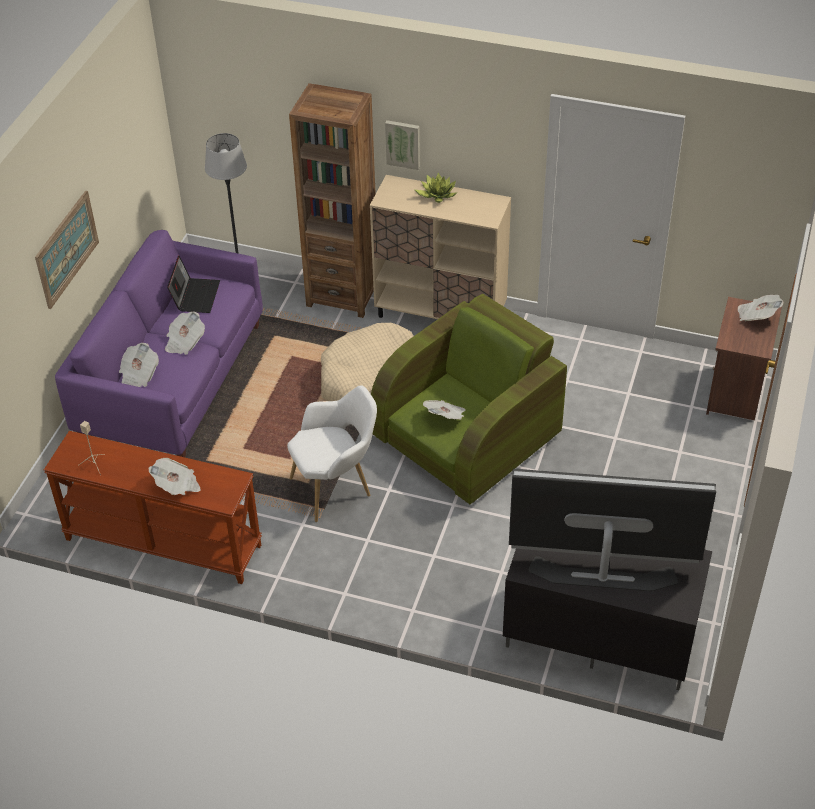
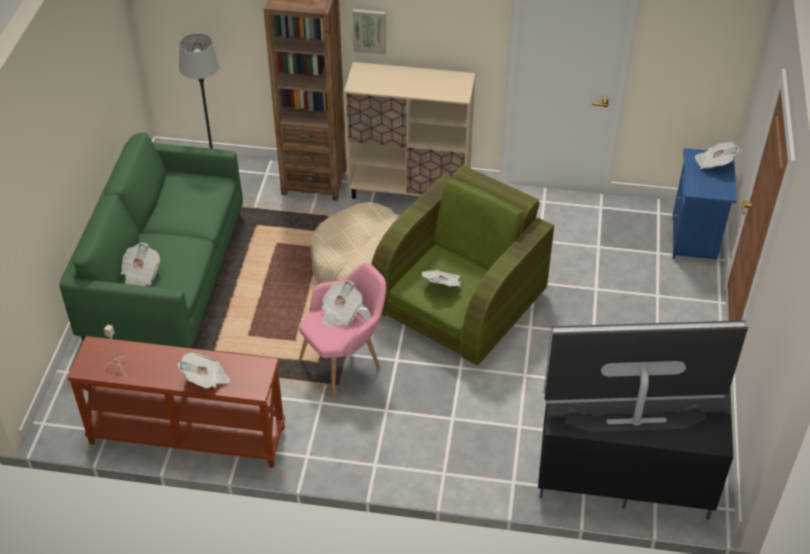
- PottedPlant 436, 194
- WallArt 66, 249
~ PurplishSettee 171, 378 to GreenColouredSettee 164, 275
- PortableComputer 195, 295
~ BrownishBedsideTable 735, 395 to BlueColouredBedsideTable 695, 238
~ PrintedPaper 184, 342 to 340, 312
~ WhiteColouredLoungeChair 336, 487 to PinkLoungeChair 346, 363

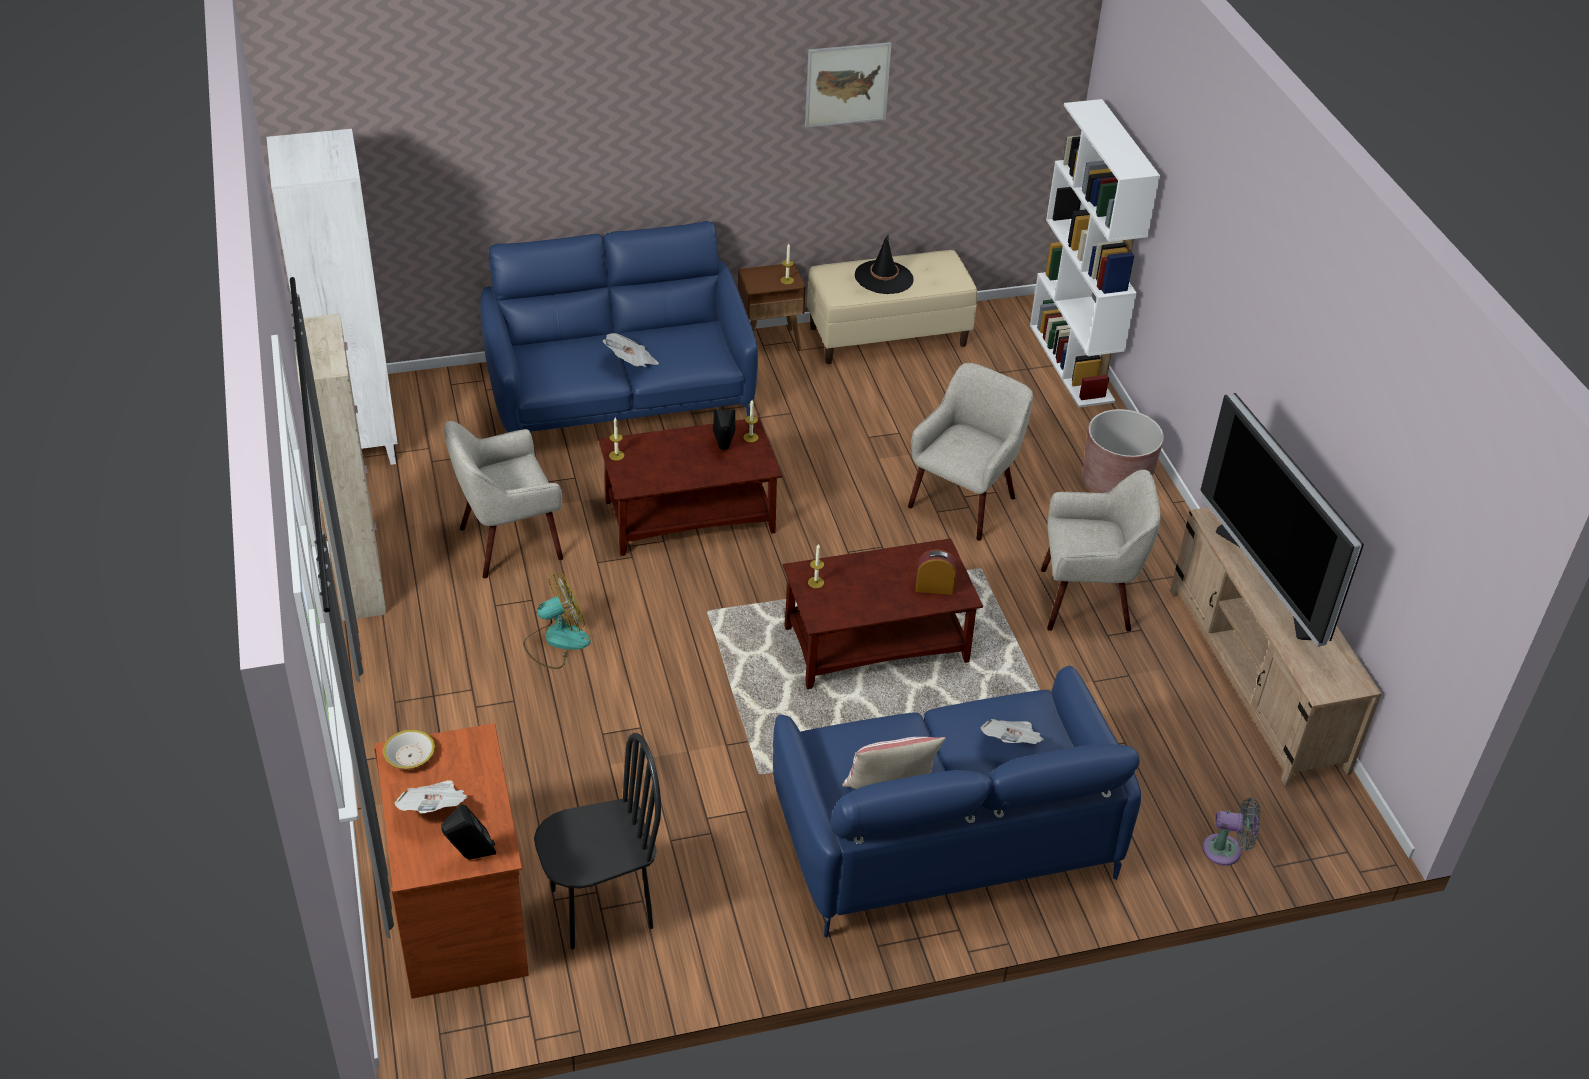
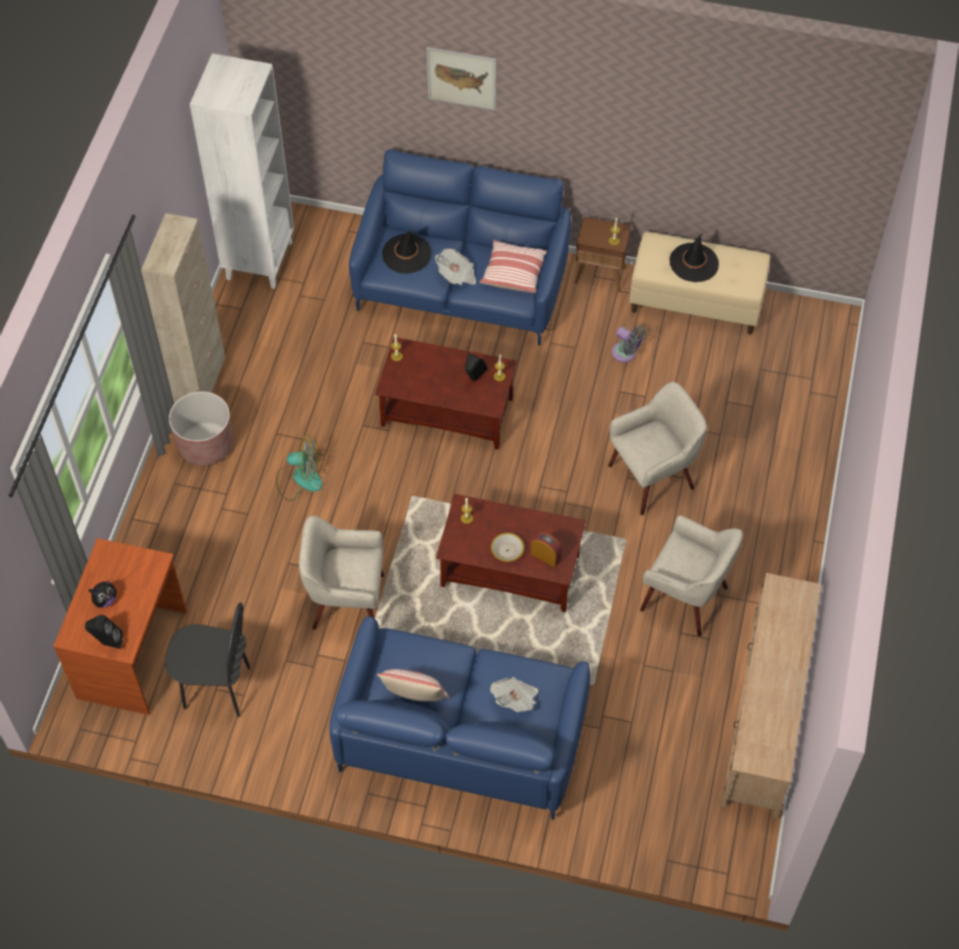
~ WallArt 847, 84 to 462, 78
- WhiteColouredShelvingUnit 1072, 363
- Tv 1269, 580
~ BrownishPlanter 1115, 483 to 206, 446
~ SandColouredLoungeChair 509, 542 to 347, 602
~ ServingBowl 410, 756 to 507, 550
~ PrintedPaper 434, 809 to CuddlyToy 105, 600
~ GrayCoolingFan 1226, 850 to 626, 354
+ BlackClothingHat 406, 254
+ ThrowPillow 513, 273

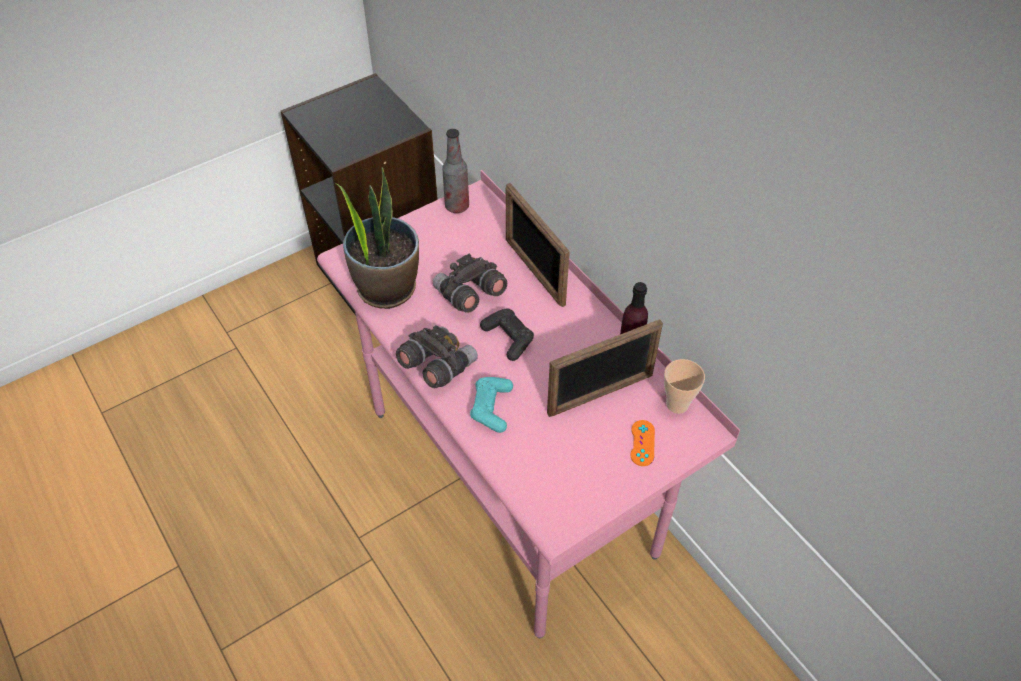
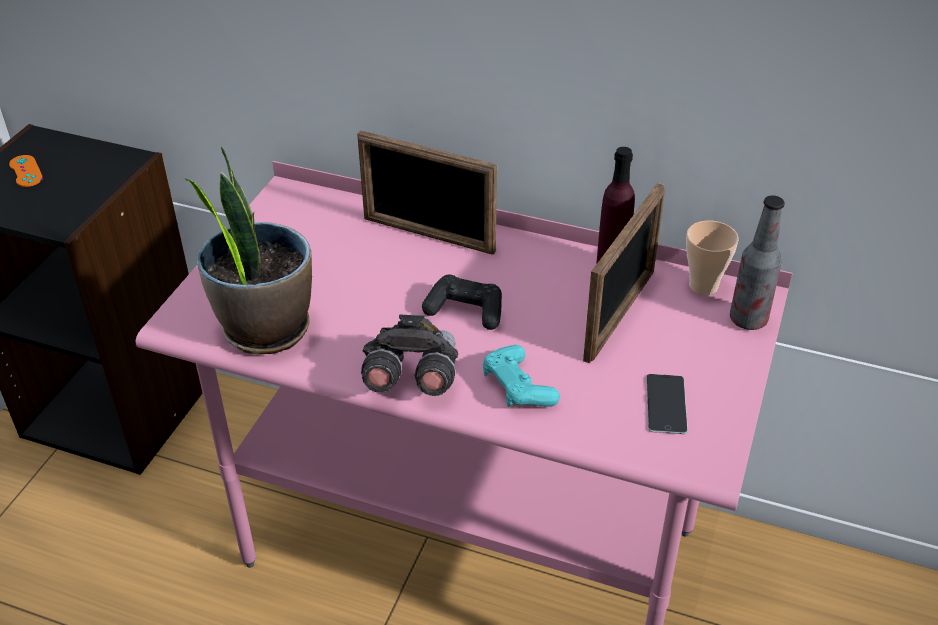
~ BeverageBottle 457, 206 to 748, 320
- GrayFieldGlasses 469, 295
~ OrangeColouredGamepad 642, 443 to 26, 171
+ Phone 666, 404

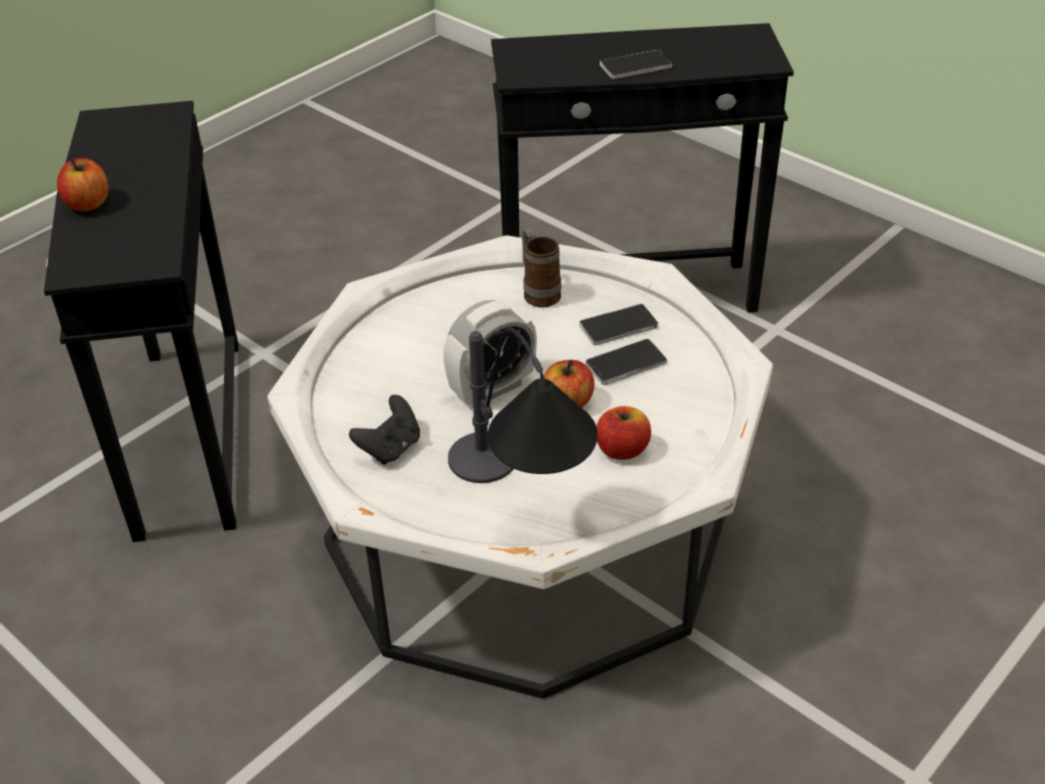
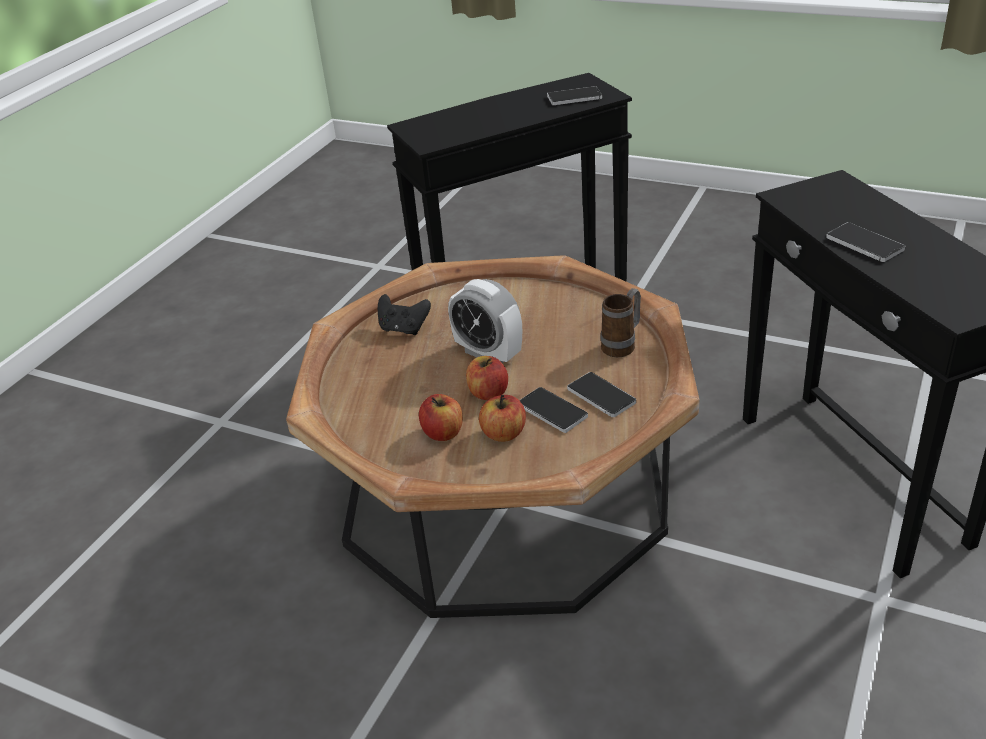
~ AppleFruit 88, 204 to 504, 433
~ WhiteColouredLoungeTable 526, 531 to BrownishLoungeTable 504, 493
- TabletopLamp 520, 501
+ Phone 574, 97

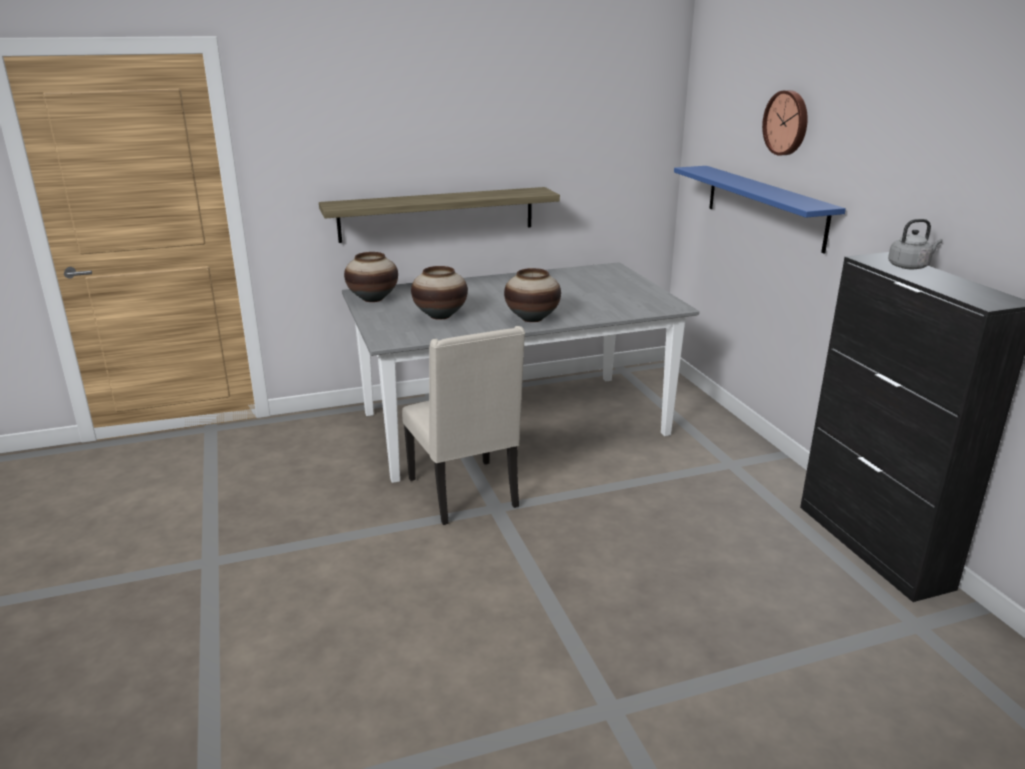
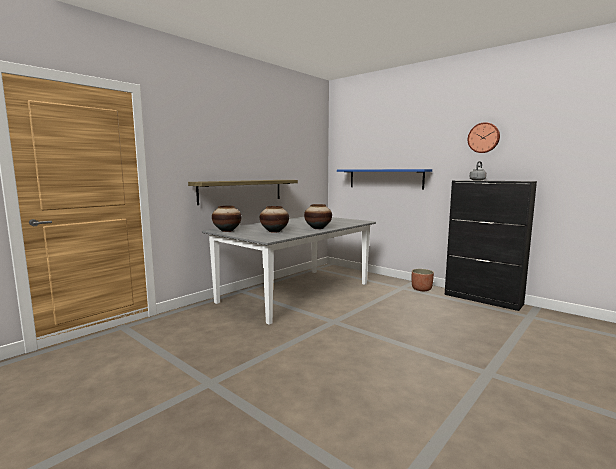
~ HangingClock 787, 123 to 483, 138
- SandColouredChair 465, 493
+ Planter 421, 289

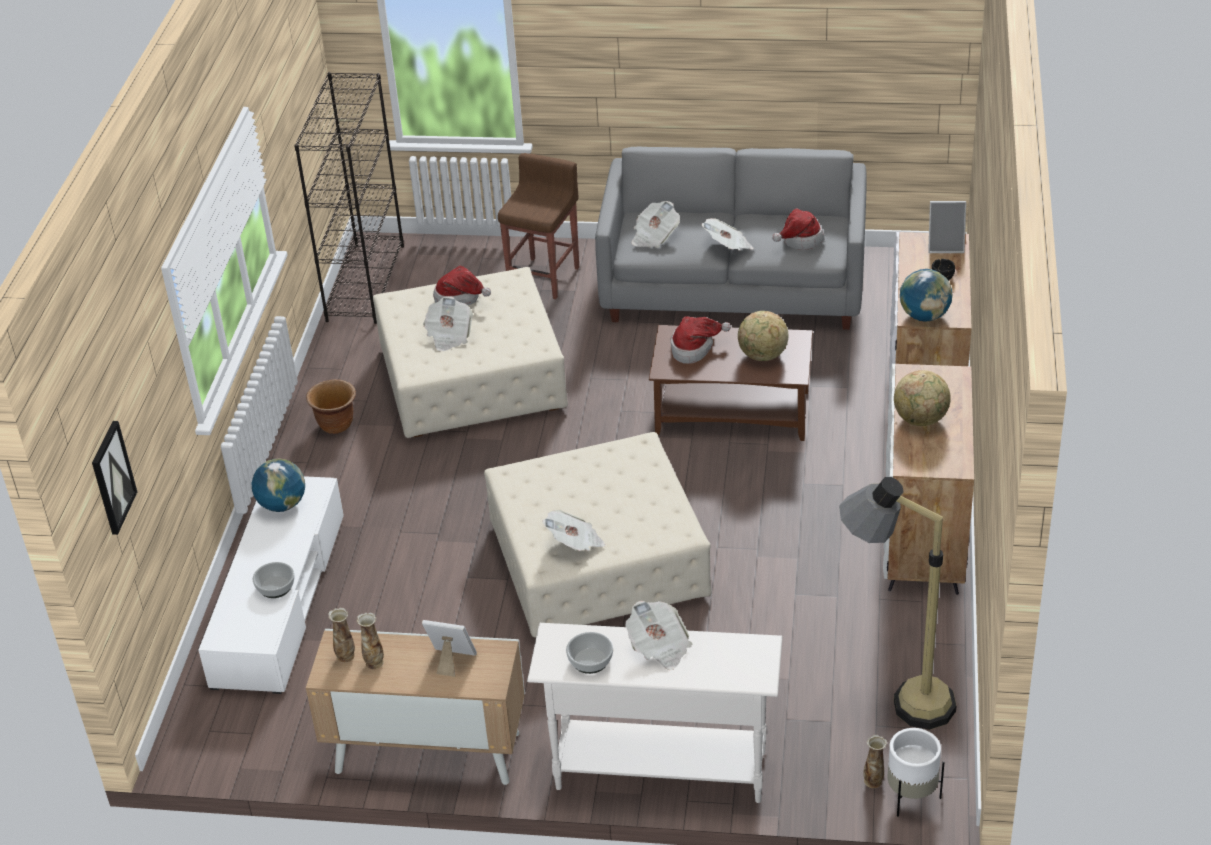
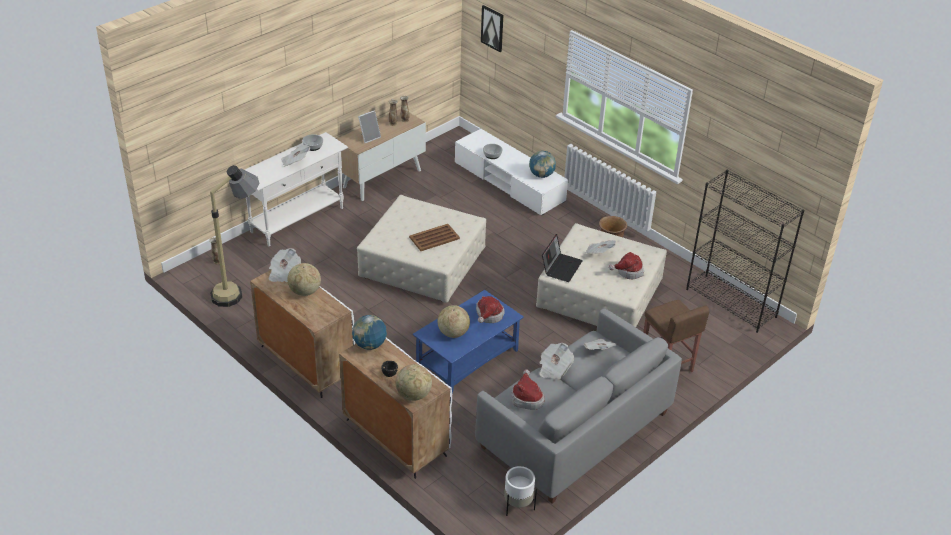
~ PictureFrame 946, 246 to Globe 413, 395
~ BrownishLoungeTable 733, 412 to BlueColouredLoungeTable 467, 360
~ PrintedPaper 575, 543 to 284, 273
~ WhiteColouredPlanter 911, 797 to 518, 506
+ BrownishCarryingTray 434, 238
+ PortableComputer 561, 267

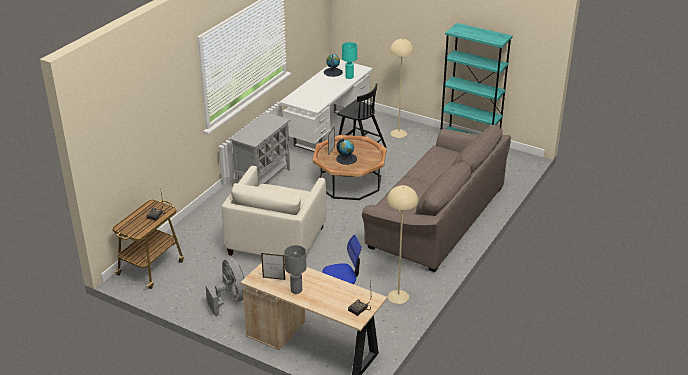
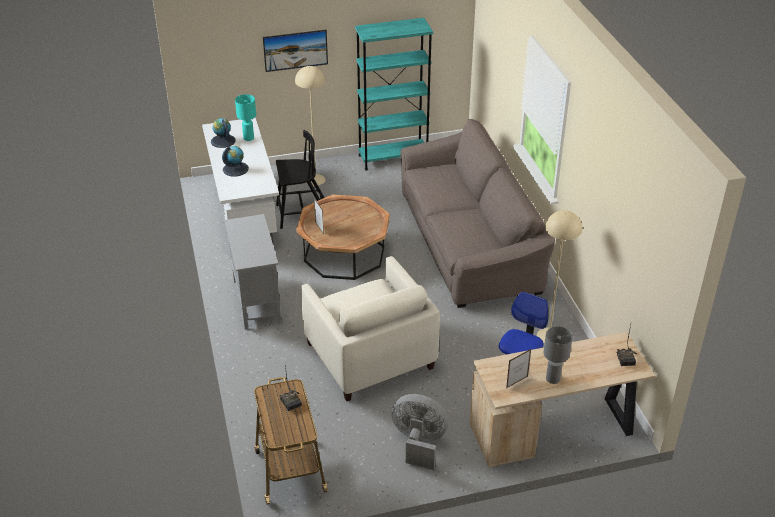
~ Globe 346, 159 to 235, 169
+ WallArt 296, 59

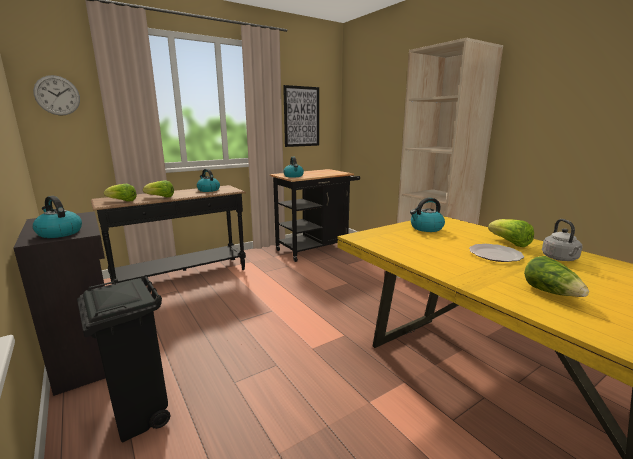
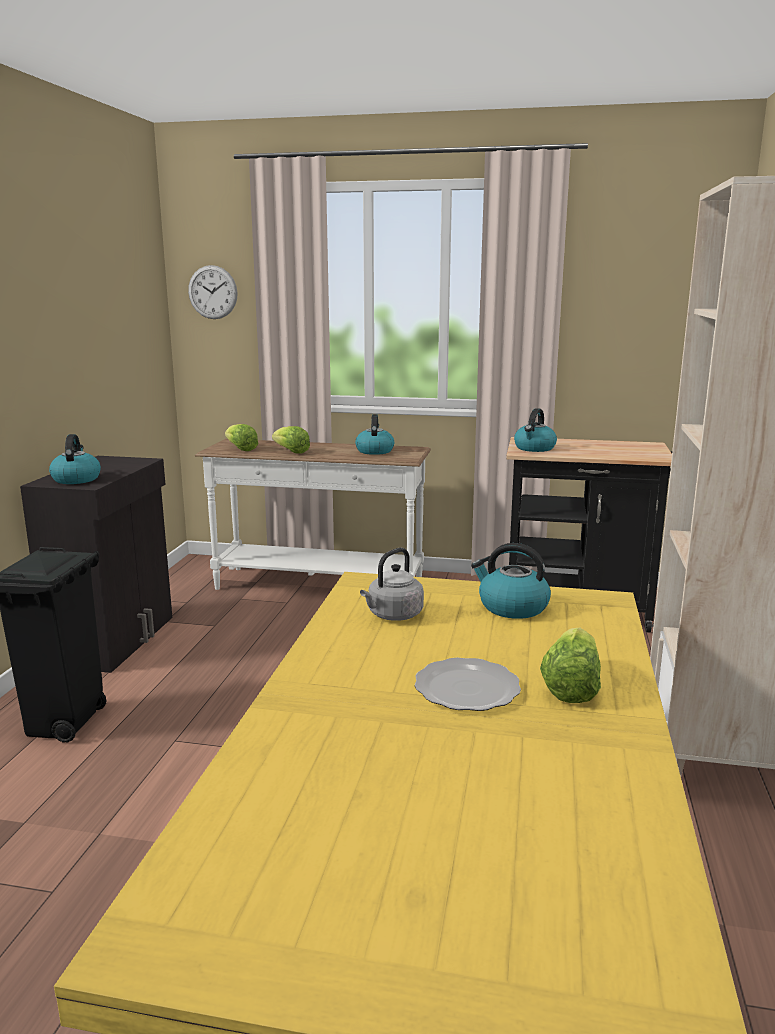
- WallArt 301, 116
~ BlackHallTable 182, 277 to WhiteColouredHallTable 318, 586
~ GrayTeaKettle 560, 259 to 393, 615
- Lettuce 551, 293

